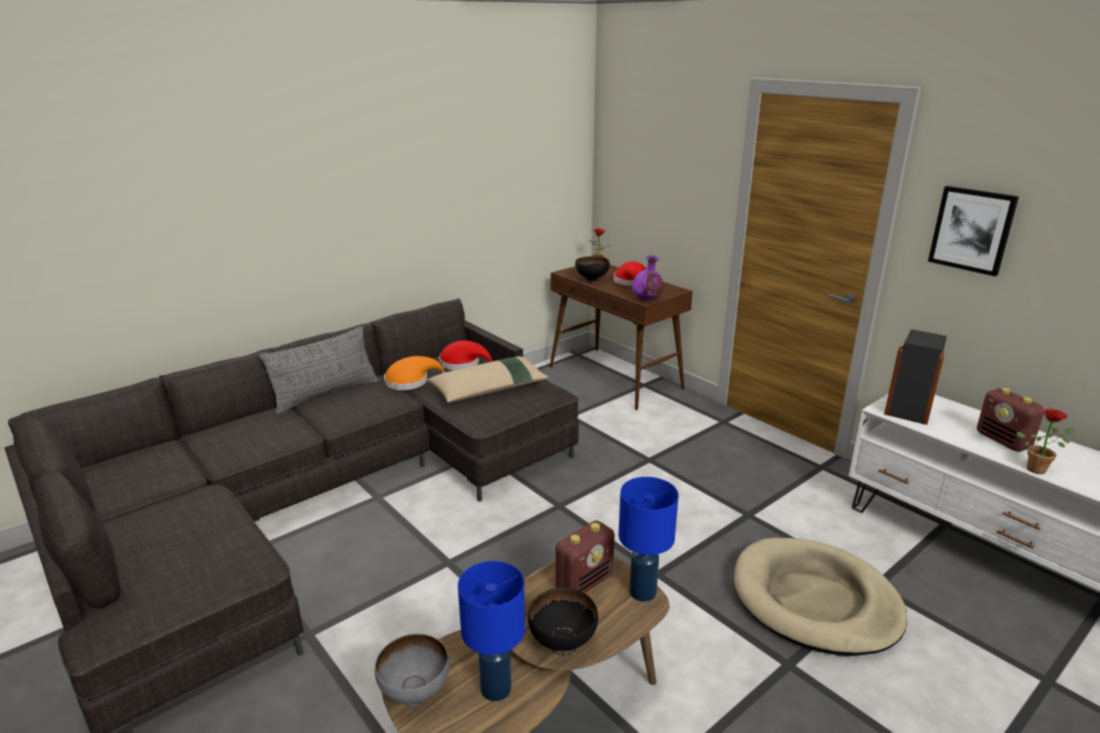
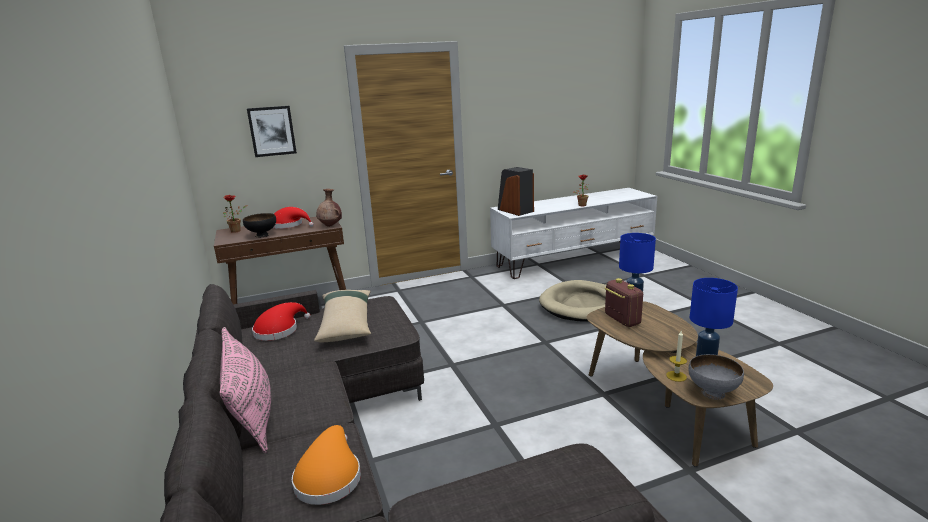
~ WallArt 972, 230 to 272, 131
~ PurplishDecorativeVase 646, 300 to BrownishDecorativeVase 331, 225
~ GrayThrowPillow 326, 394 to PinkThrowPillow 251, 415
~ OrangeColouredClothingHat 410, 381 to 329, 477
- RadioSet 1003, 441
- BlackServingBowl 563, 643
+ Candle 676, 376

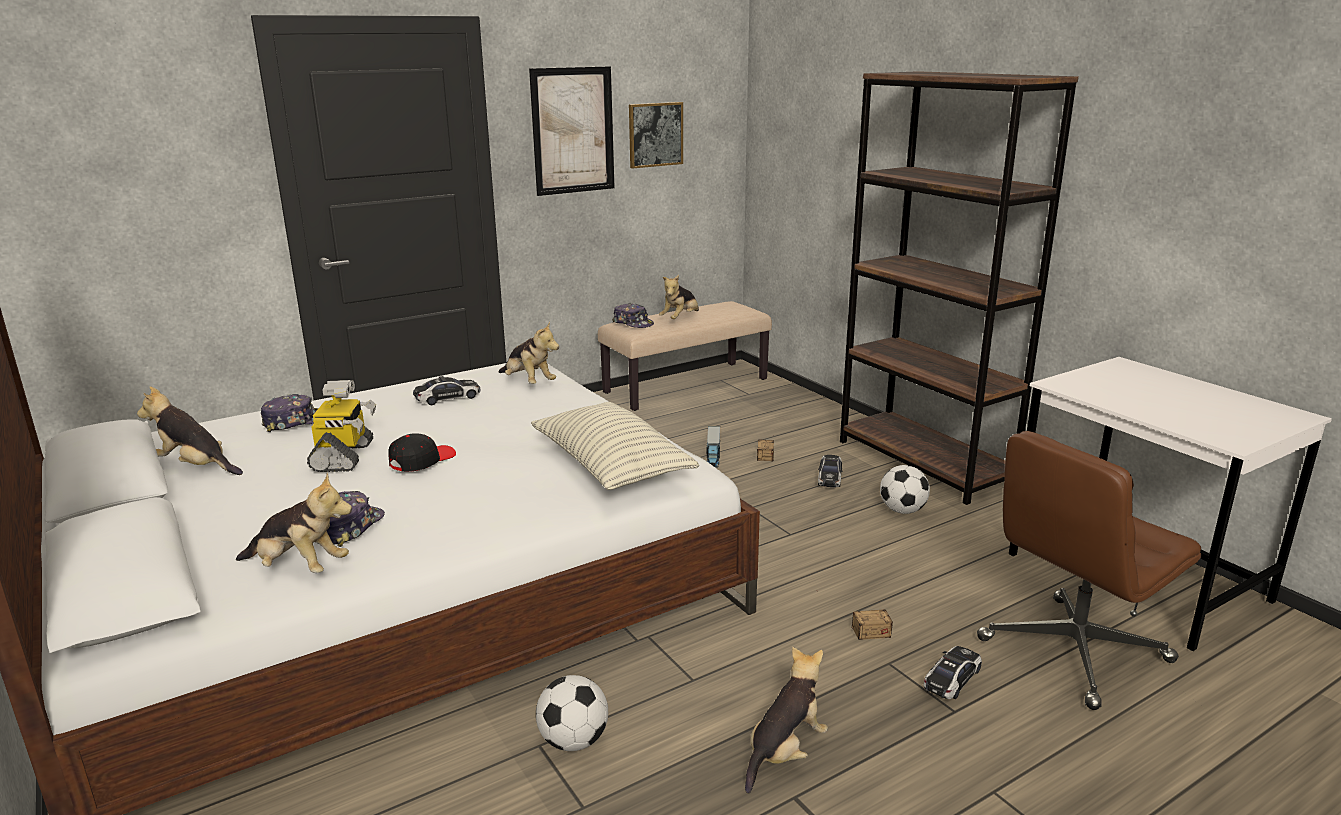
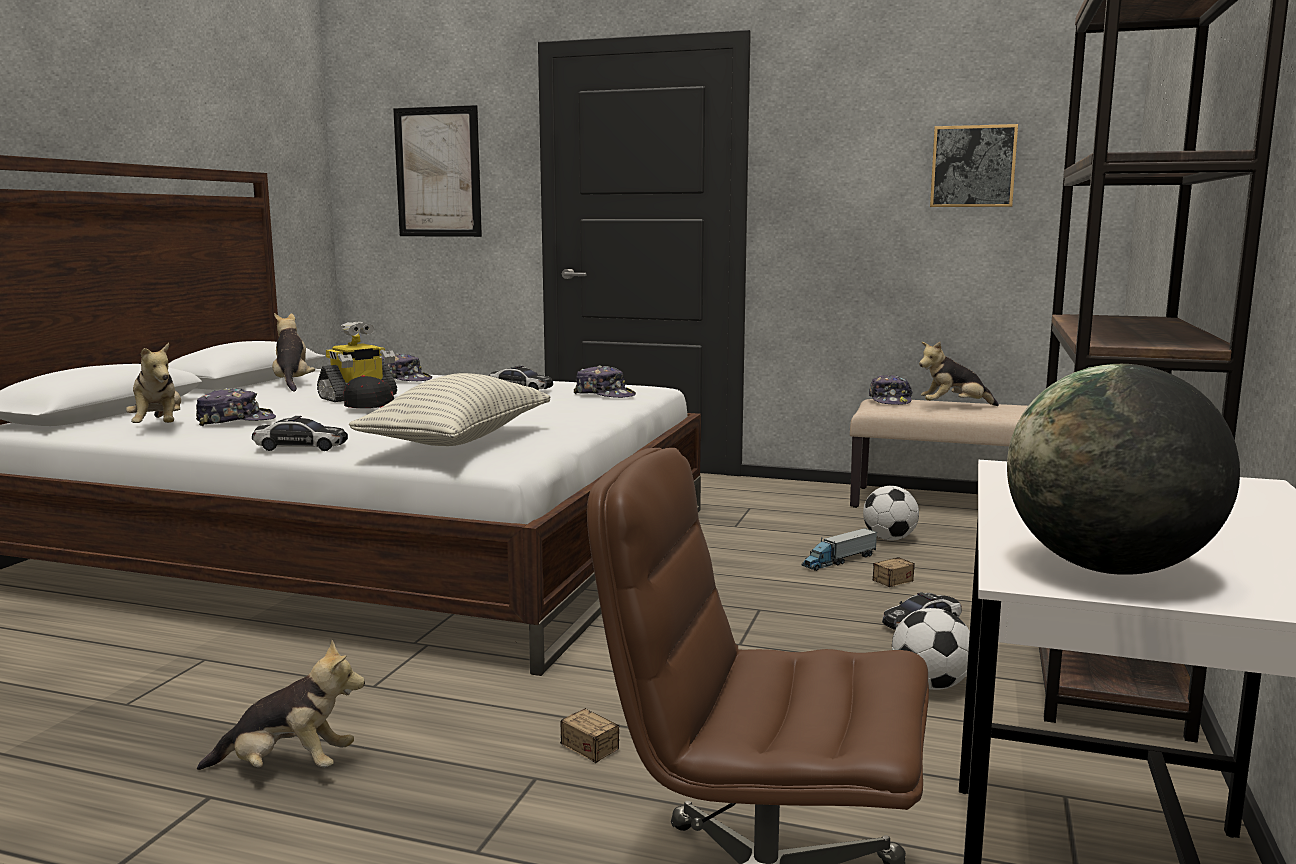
~ WallArt 573, 131 to 438, 172
~ CuddlyToy 528, 383 to PeakedCap 605, 395
~ MiniatureCar 951, 679 to 300, 447
~ Football 573, 741 to 889, 539
+ Globe 1108, 569

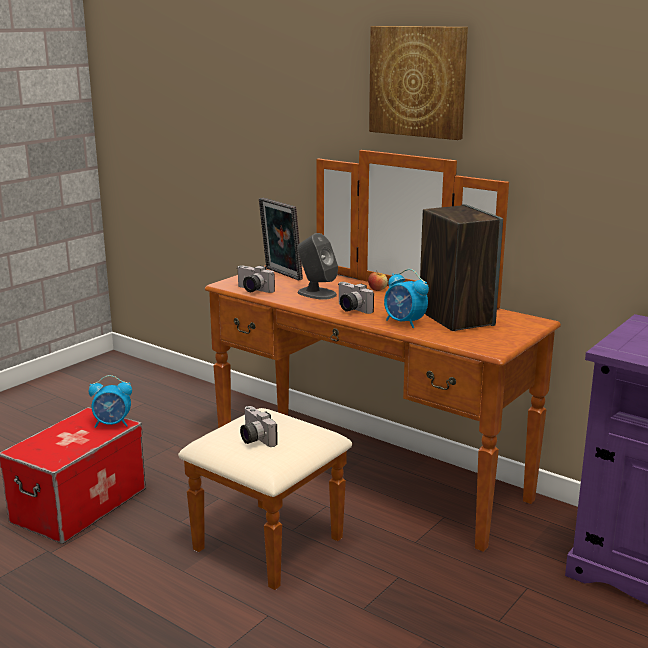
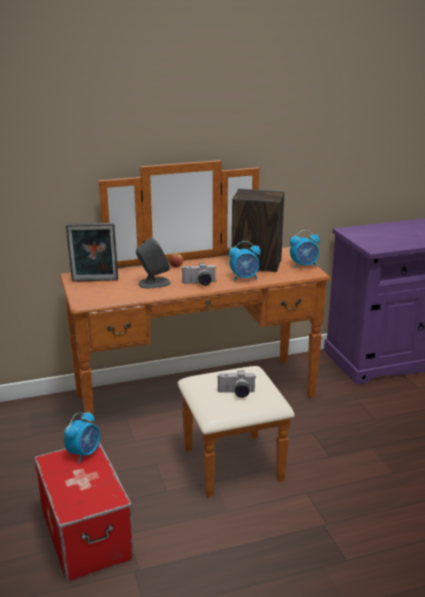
- WallArt 418, 81
- StillCamera 252, 290
+ TableClock 304, 266

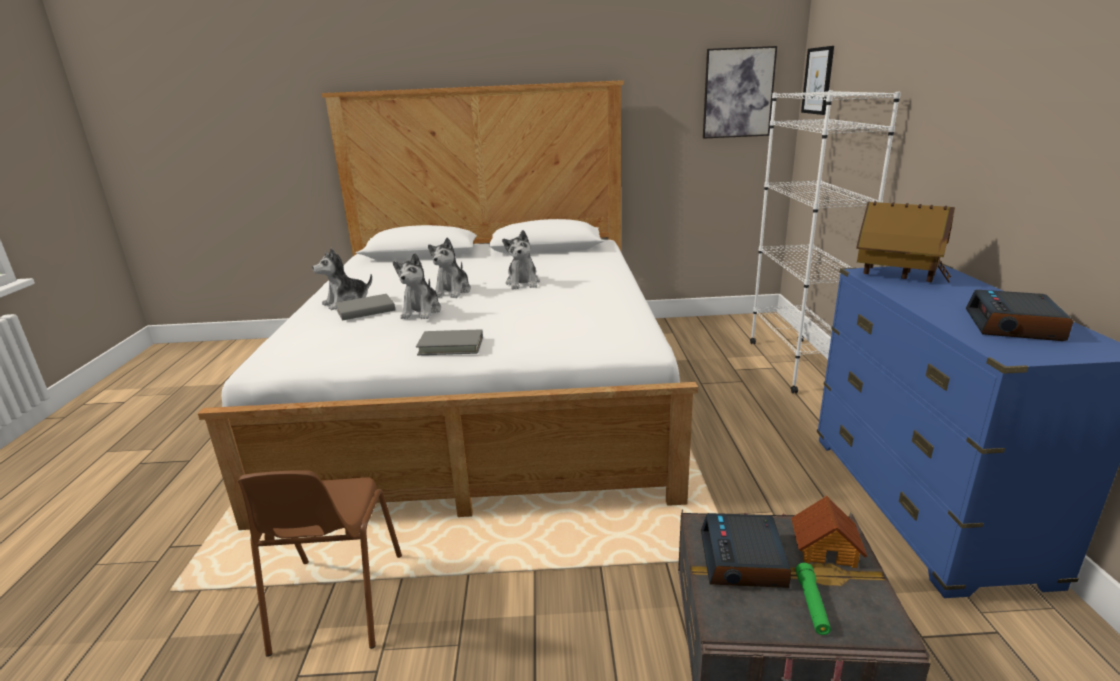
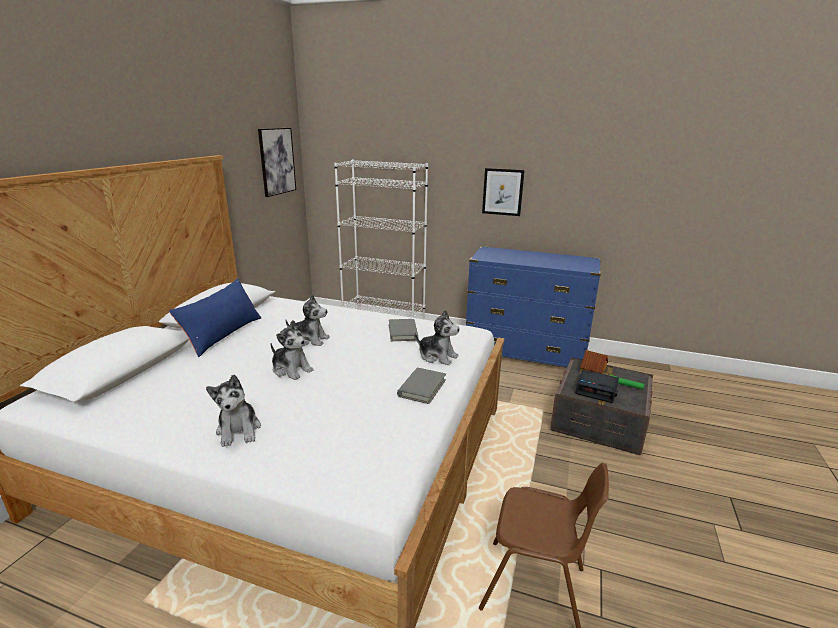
~ WallArt 818, 81 to 502, 192
- ToyHouse 898, 276
~ CuddlyToy 422, 311 to 437, 356
- TableClock 1014, 326
~ GrayVolume 366, 310 to 403, 332
+ BlueColouredThrowPillow 222, 334

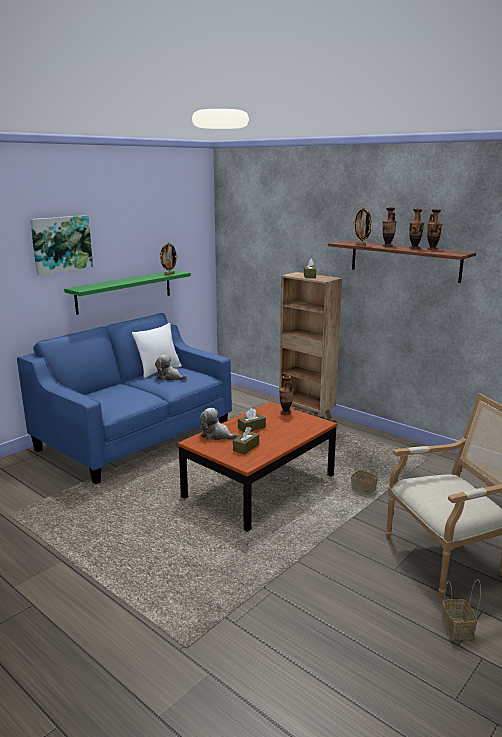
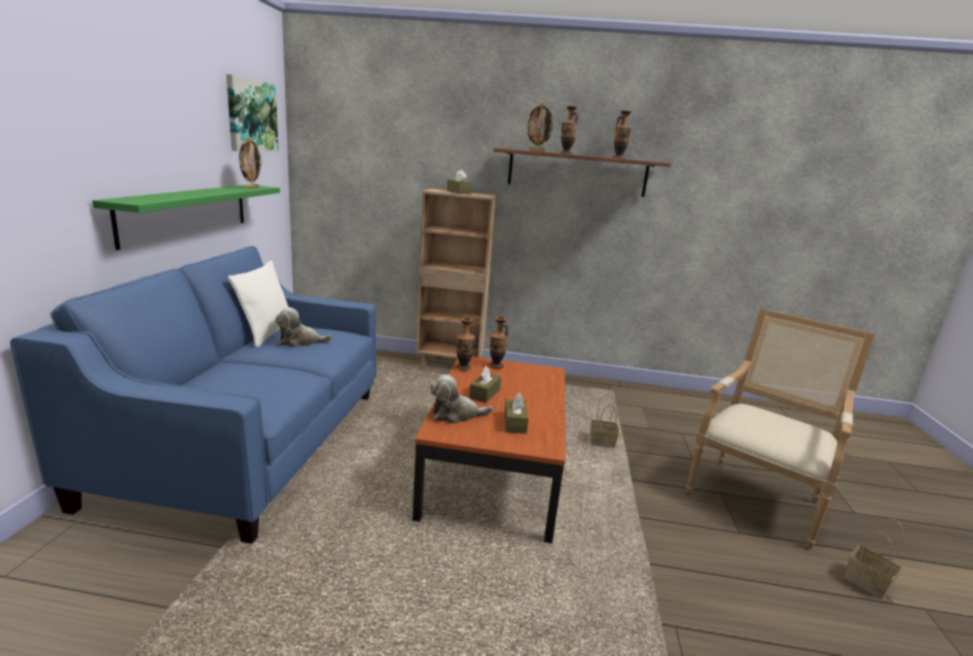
~ DecorativeVase 414, 248 to 463, 368
~ WallArt 61, 244 to 251, 115

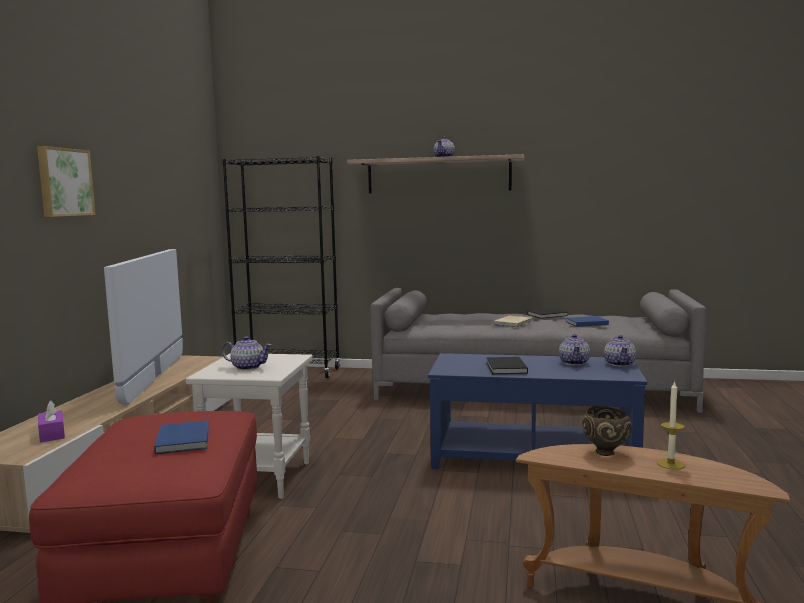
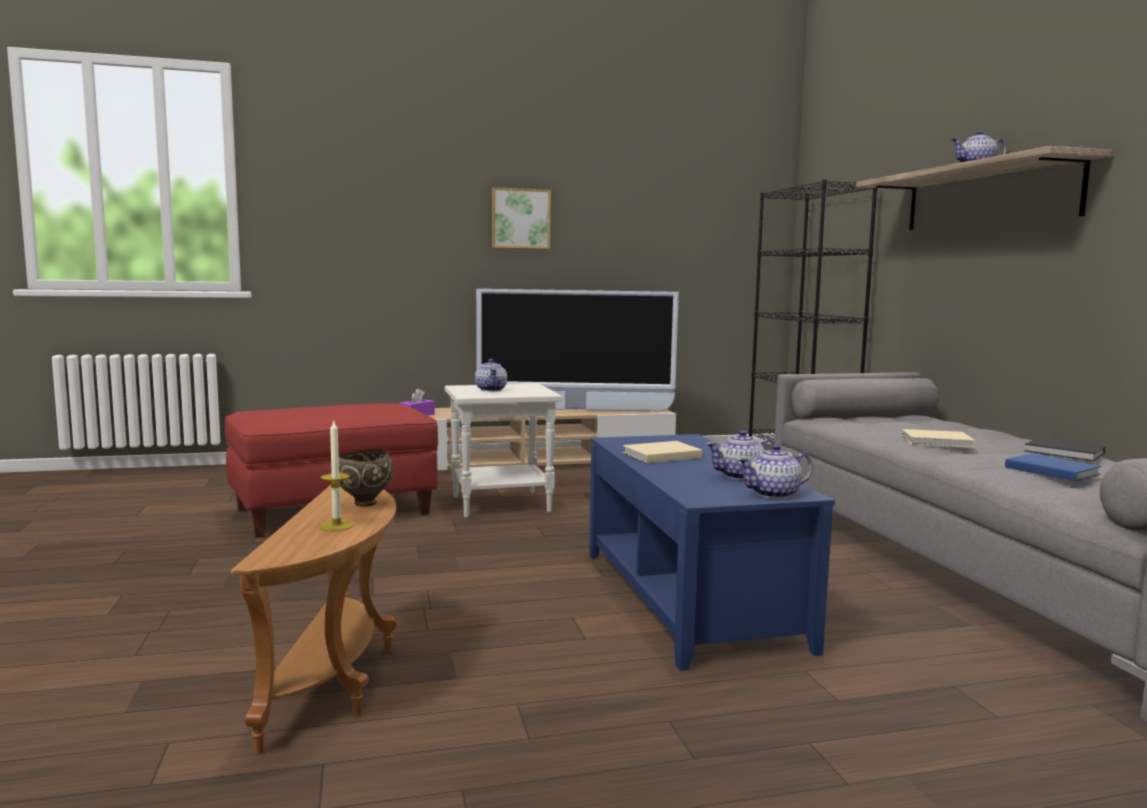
~ Tv 155, 378 = 575, 409 150 degrees counterclockwise
~ BlackVolume 505, 368 to SandColouredVolume 659, 455
- BlueColouredVolume 184, 439

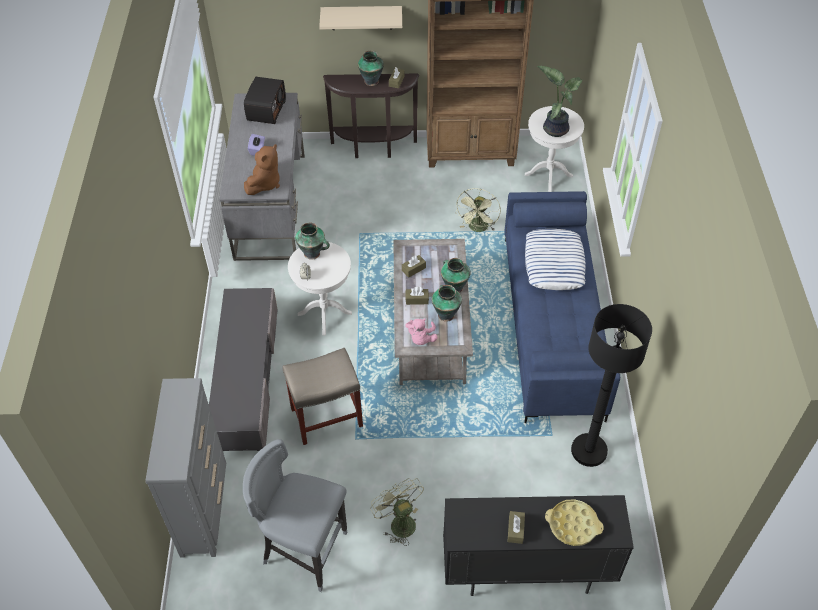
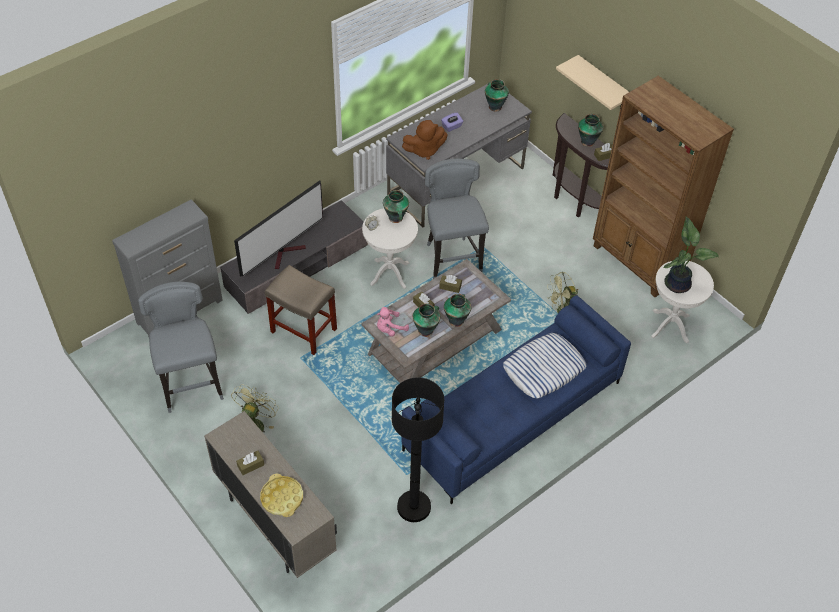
~ RadioSet 265, 110 to DecorativeVase 494, 106
~ BlackCupboard 526, 572 to SandColouredCupboard 275, 524
+ GrayStool 452, 259
+ Tv 286, 253

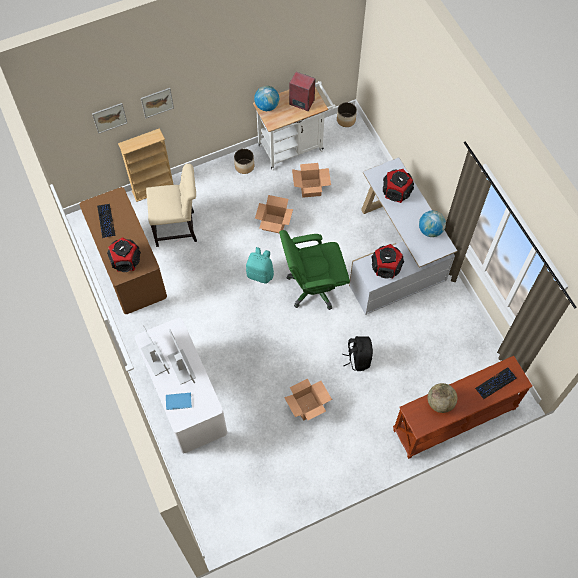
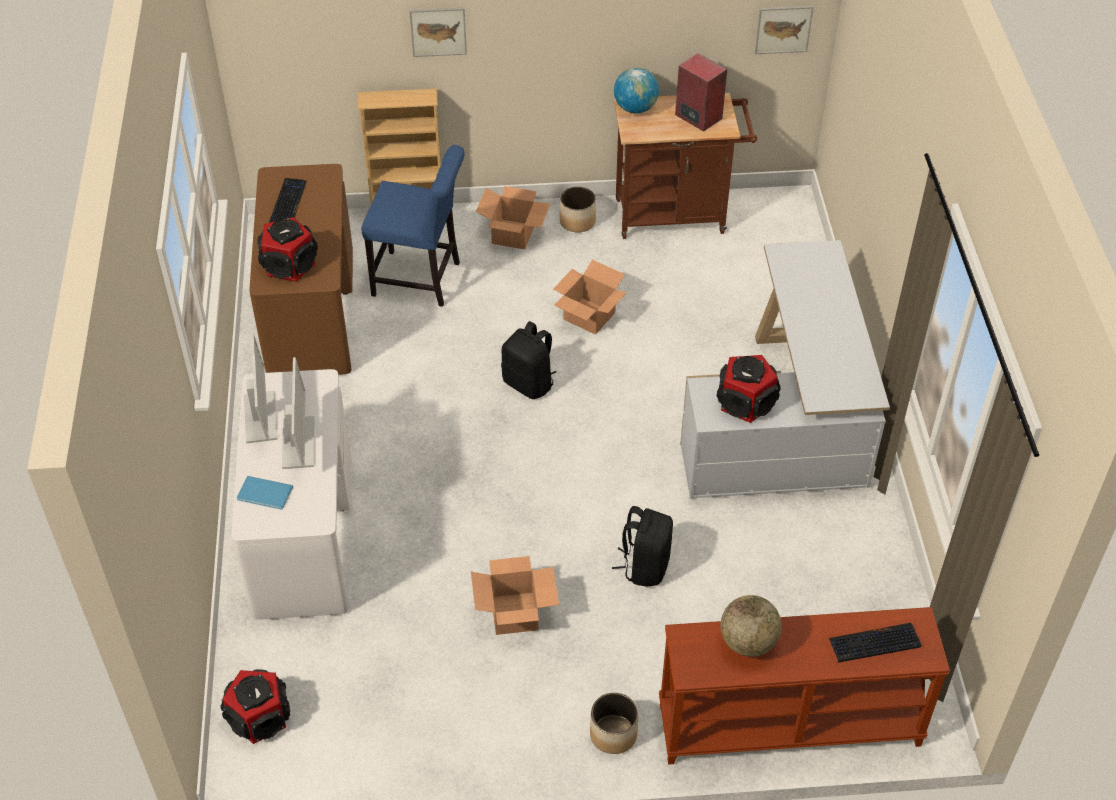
~ WhiteColouredTrolley 294, 146 to BrownishTrolley 677, 215
~ Planter 346, 120 to 614, 734
~ WallArt 109, 117 to 783, 29
~ Carton 310, 188 to 513, 234
~ SandColouredChair 178, 228 to BlueColouredChair 421, 280
~ Speaker 396, 191 to 260, 717
- Globe 430, 230
- GreenColouredComputerChair 313, 287
~ BlueGreenBackpack 260, 274 to BlackBackpack 529, 383

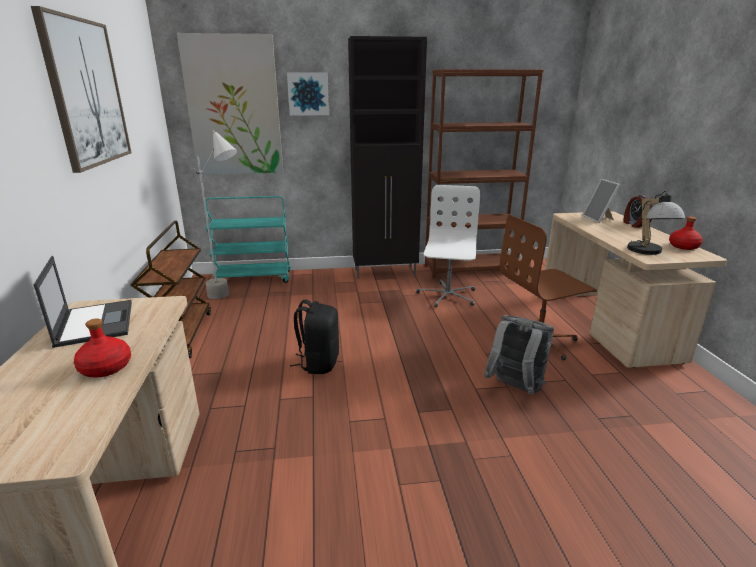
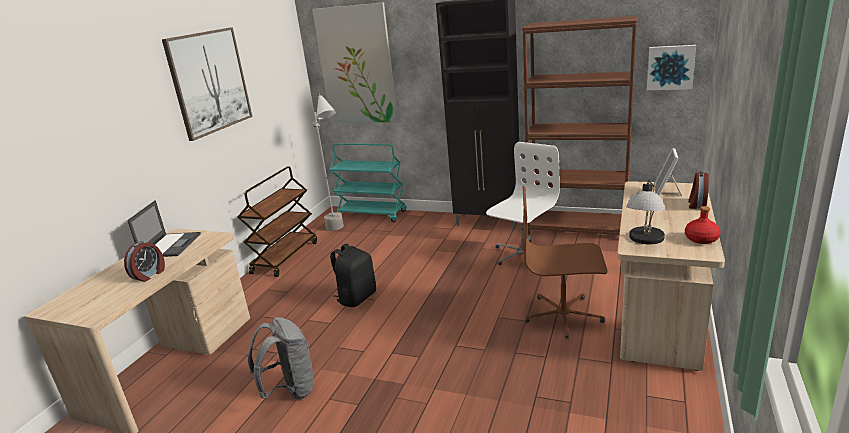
~ WallArt 308, 94 to 670, 67
~ GrayBackpack 514, 389 to 290, 390
~ RedColouredBeverageBottle 105, 368 to TableClock 149, 275

